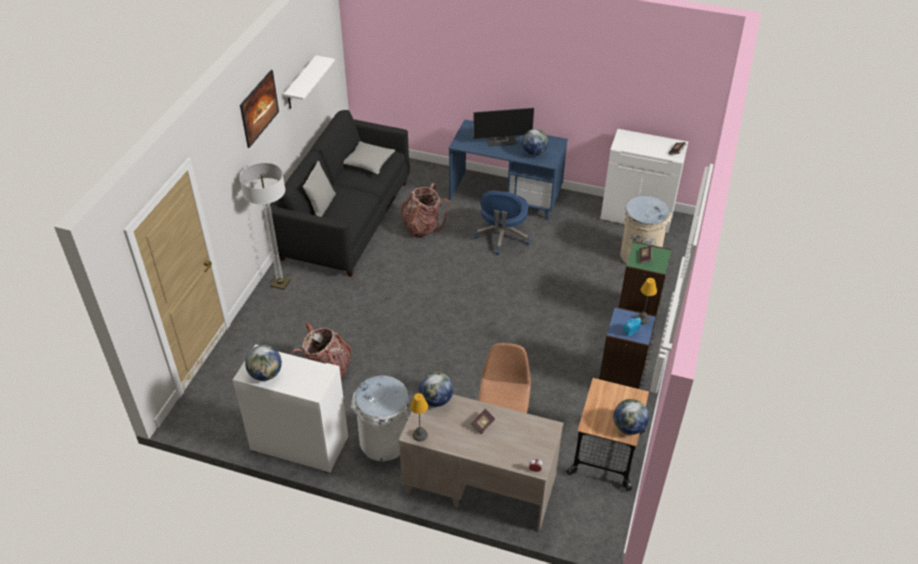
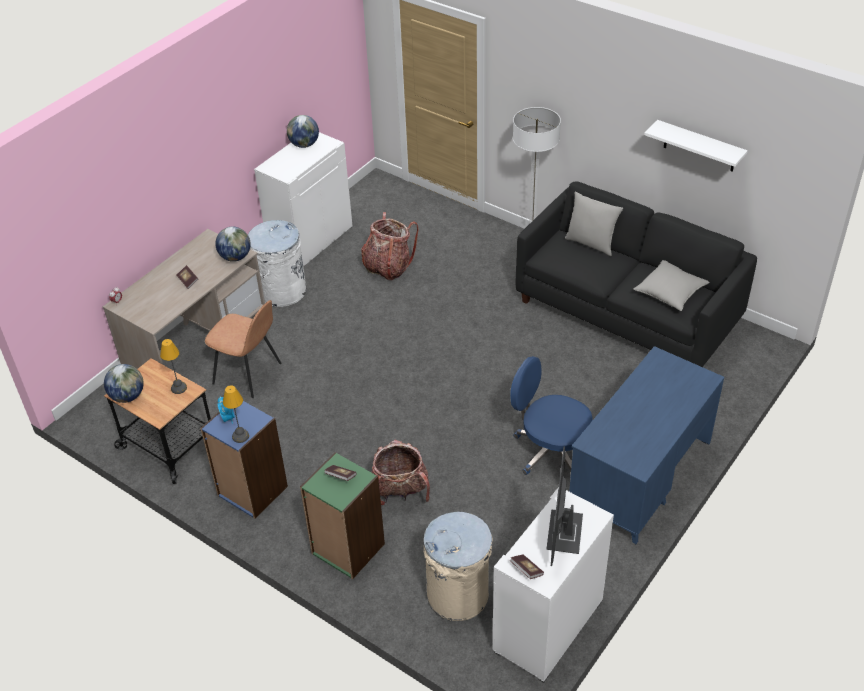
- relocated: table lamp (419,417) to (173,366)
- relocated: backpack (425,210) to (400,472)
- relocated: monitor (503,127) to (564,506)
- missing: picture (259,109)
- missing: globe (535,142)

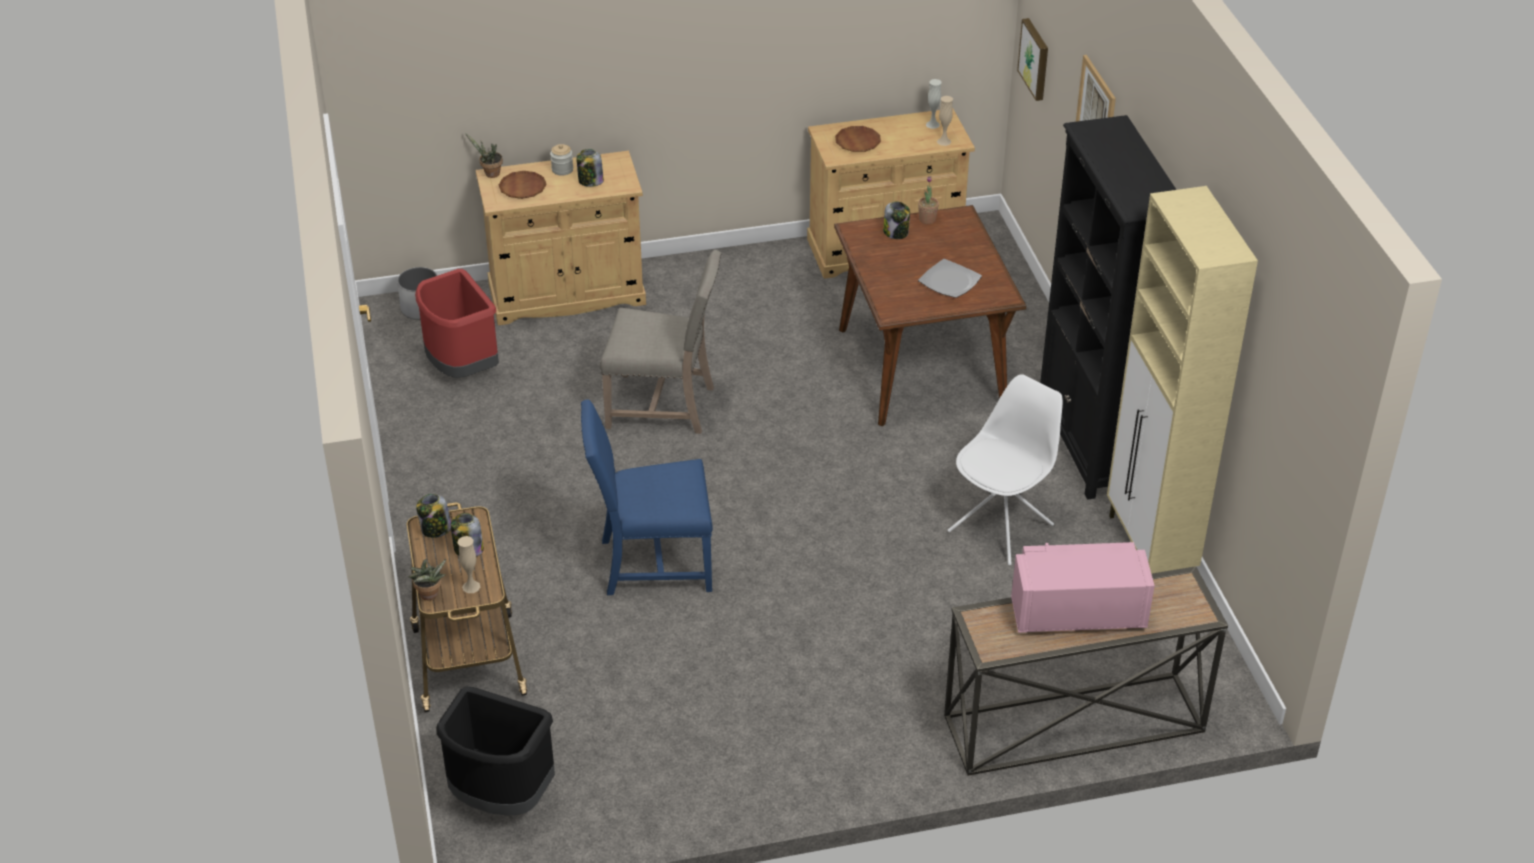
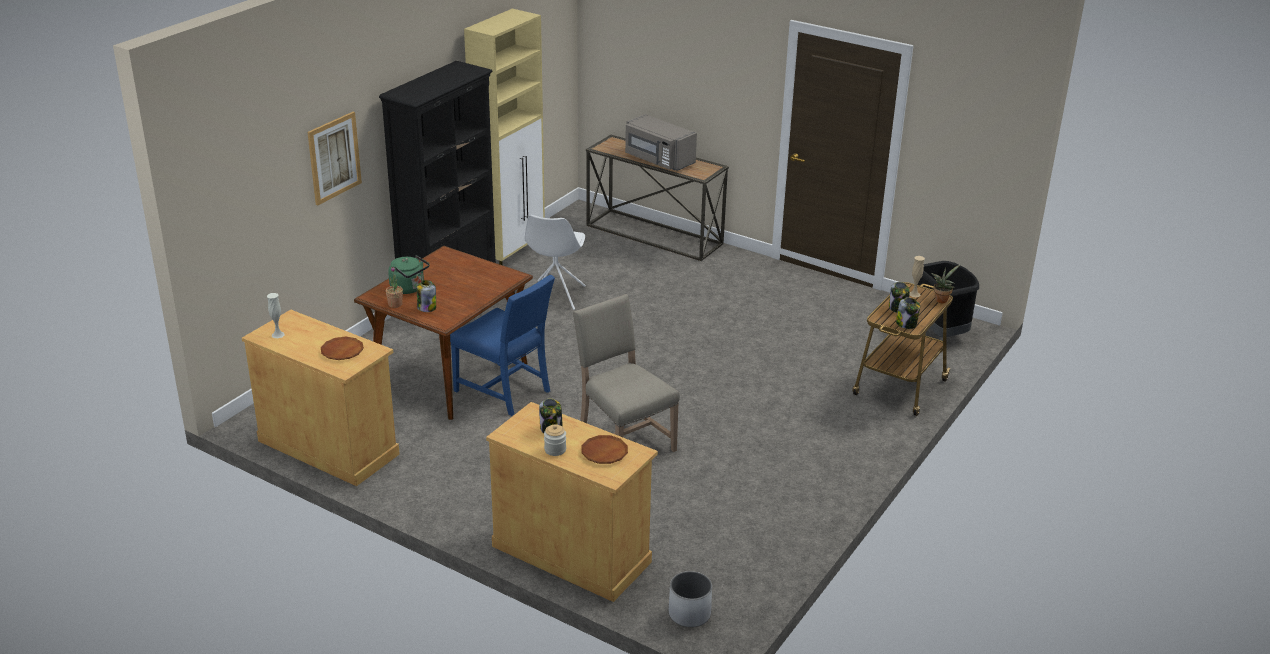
- appeared: green kettle (409,274)
- relocated: blue chair (647,497) to (502,345)
- spun: white chair (1005,469) = (555,262) 75 degrees counterclockwise
- colour: pink microwave (1083,587) to grey microwave (661,142)
- missing: red trash can (457,323)
- missing: potted plant (484,155)
- missing: plate (950,278)
- missing: beige vase (945,121)
- missing: picture (1032,59)

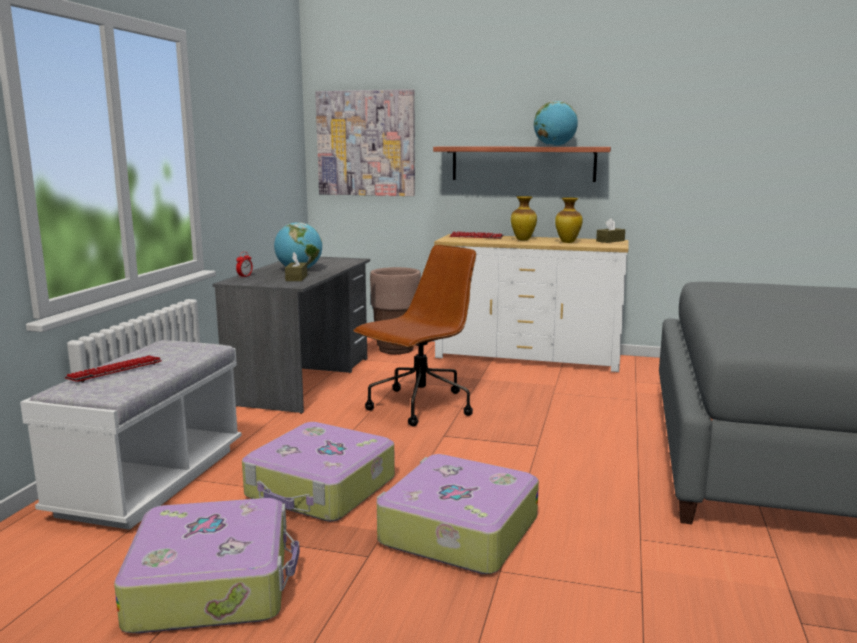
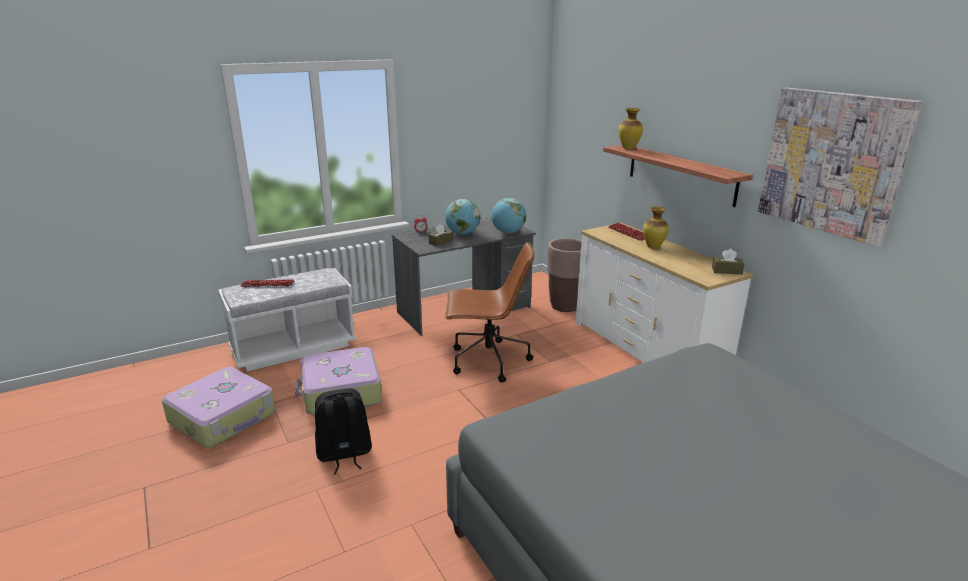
- exchanged: suitcase (458,514) to black backpack (343,431)
- relocated: globe (556,124) to (508,215)
- relocated: vase (569,220) to (631,129)
- relocated: picture (365,142) to (840,167)

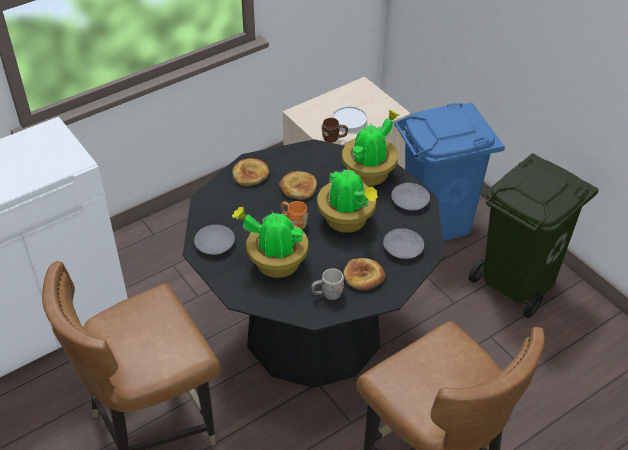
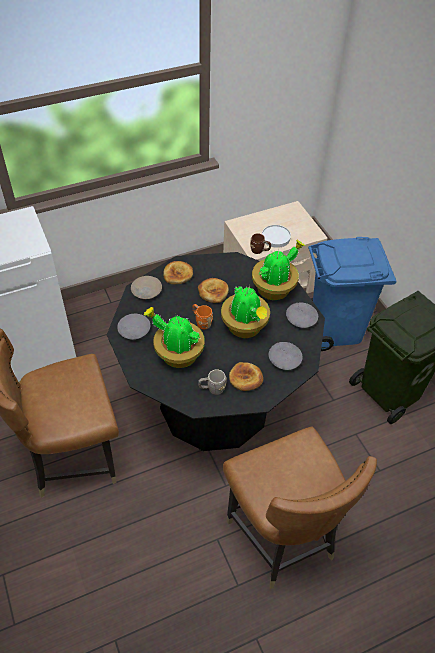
- appeared: beige plate (146,287)

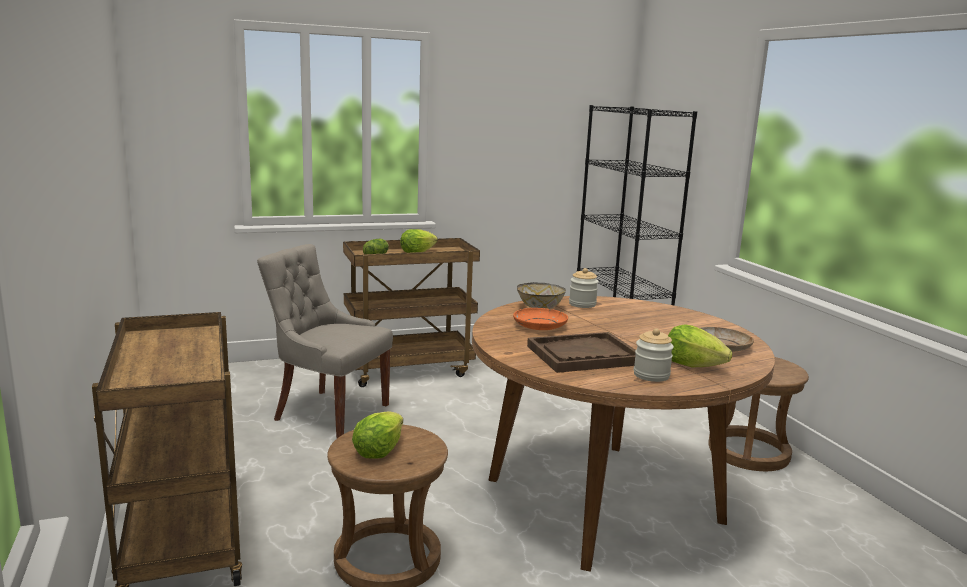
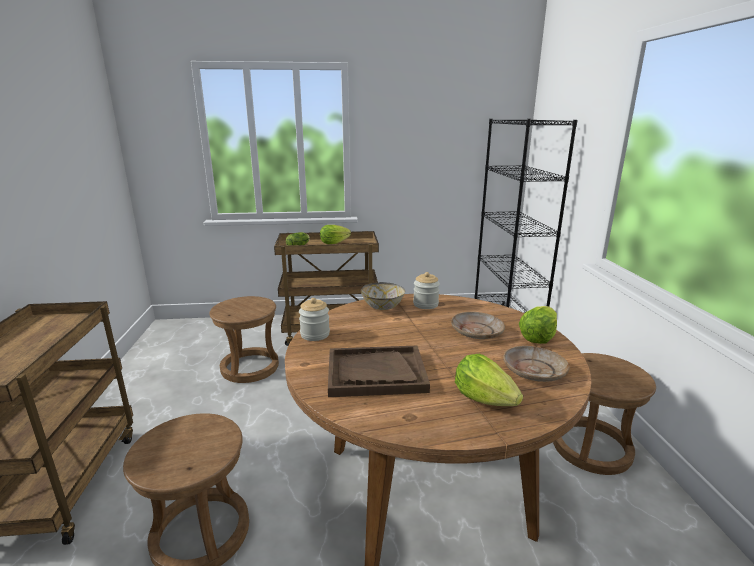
- exchanged: grey chair (325,341) to brown stool (244,339)
- relocated: jar (654,355) to (314,319)
- appeared: beige plate (478,325)
- relocated: lettuce (377,435) to (538,325)
- missing: orange plate (540,319)

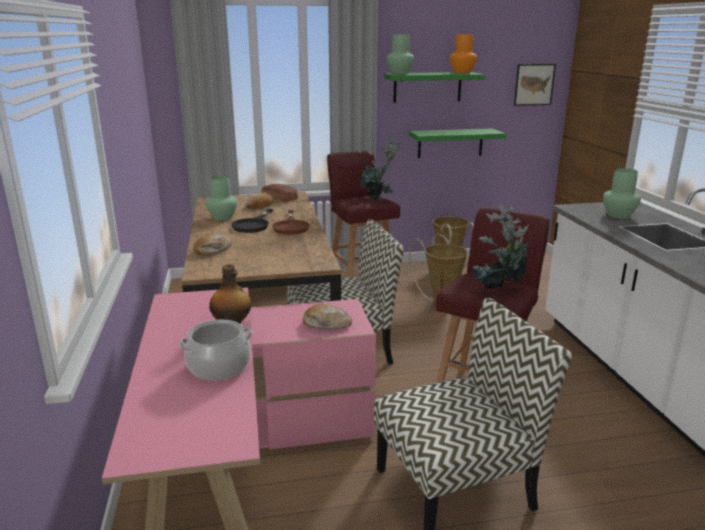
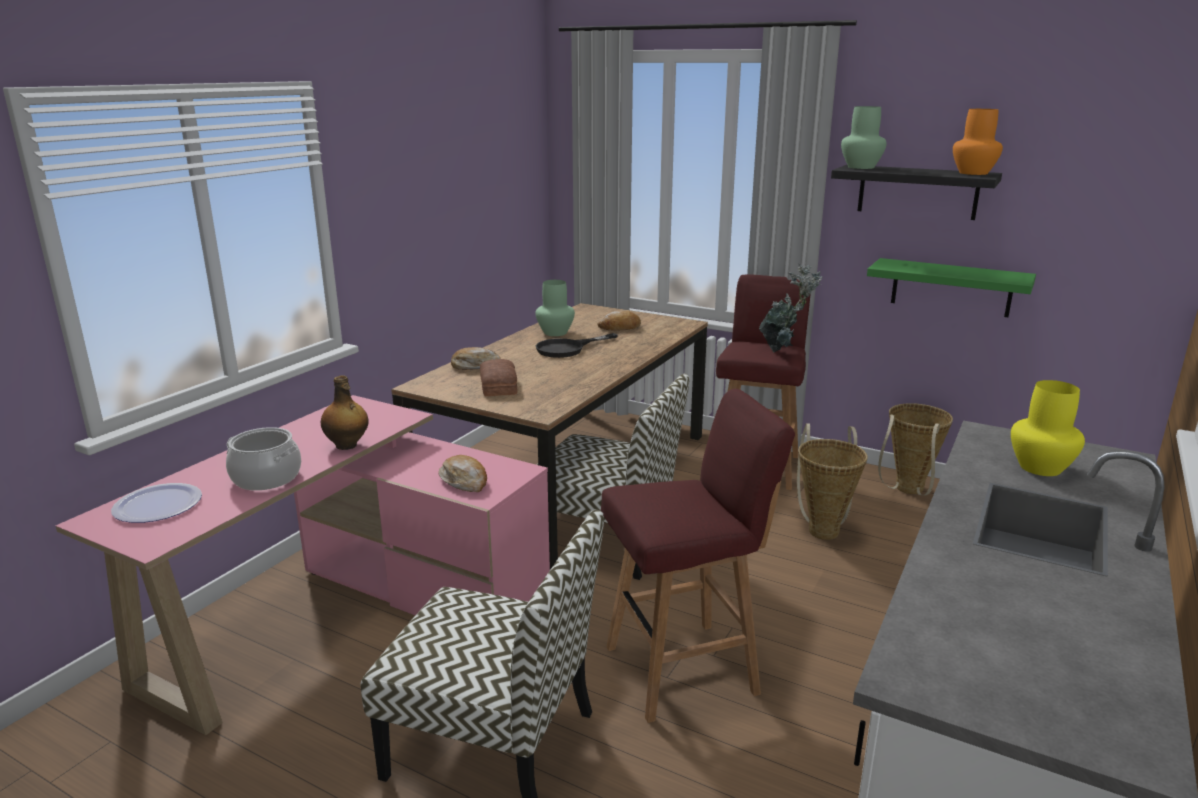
- appeared: plate (156,503)
- relocated: bread (279,193) to (498,377)
- colour: green shelf (434,87) to black shelf (916,192)
- colour: green vase (622,193) to yellow vase (1048,428)
- missing: brown frying pan (291,222)
- missing: potted plant (500,245)
- missing: picture (535,85)

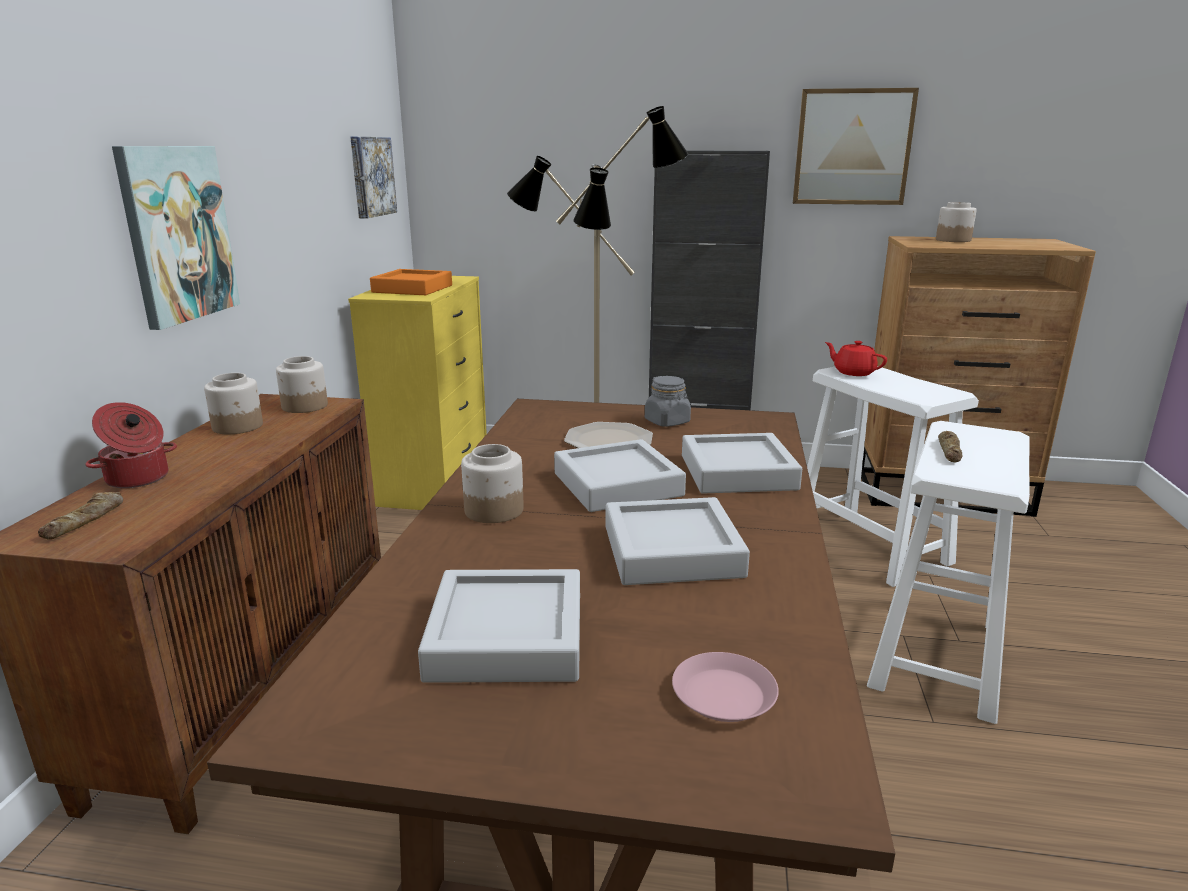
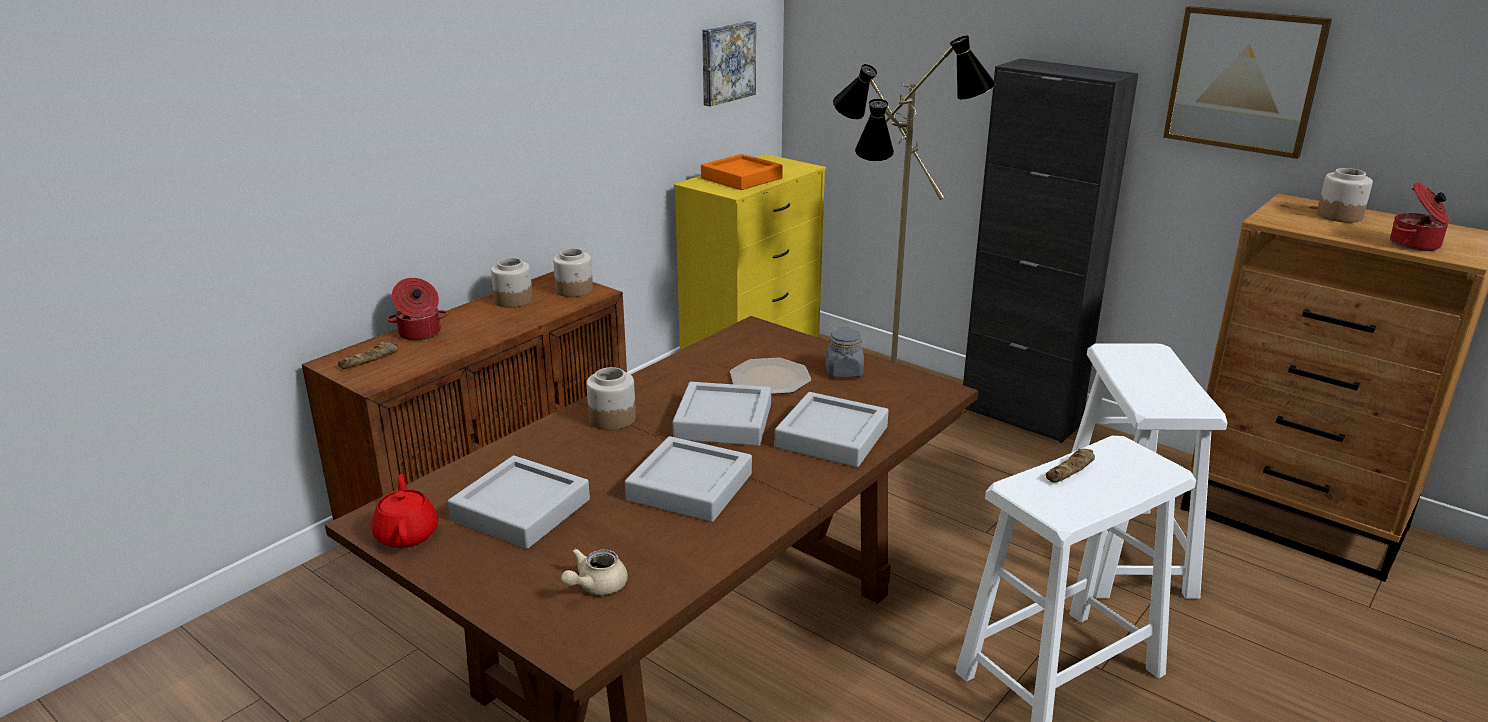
- relocated: red teapot (856,358) to (404,511)
- exchanged: pink plate (725,687) to beige teapot (594,571)
- appeared: cooking pot (1419,216)
- missing: picture (176,238)

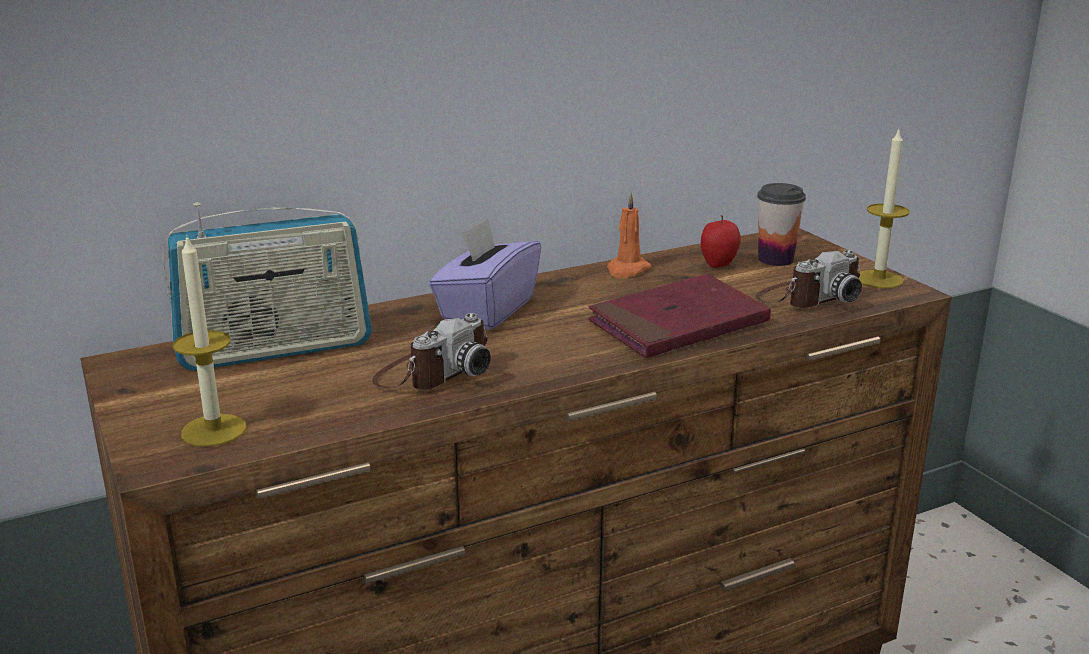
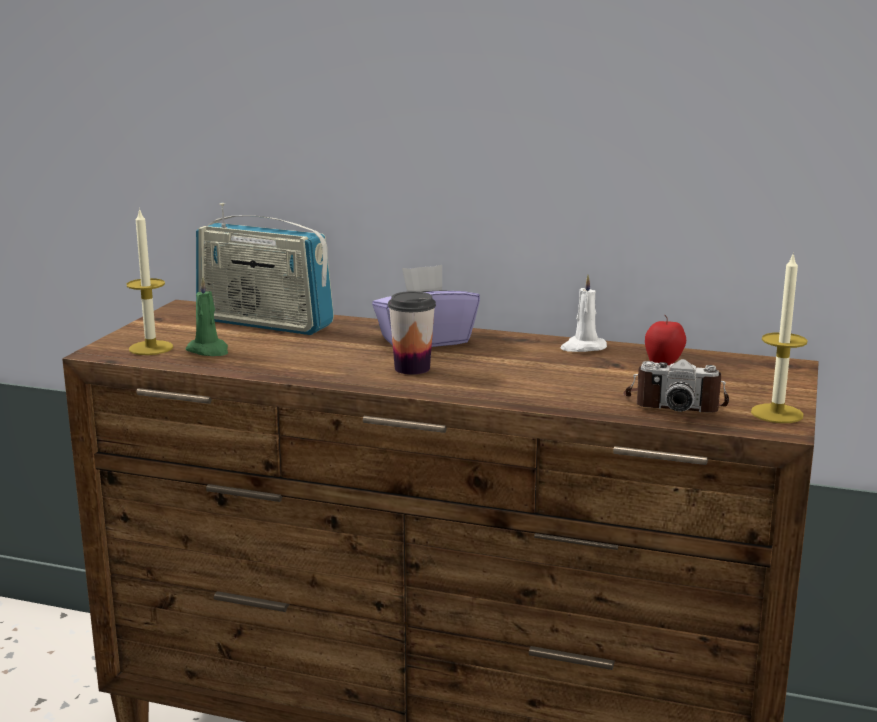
- appeared: green candle (206,316)
- relocated: cup (781,224) to (412,333)
- colour: orange candle (629,235) to white candle (583,313)
- missing: photo camera (431,351)
- missing: red book (679,316)

